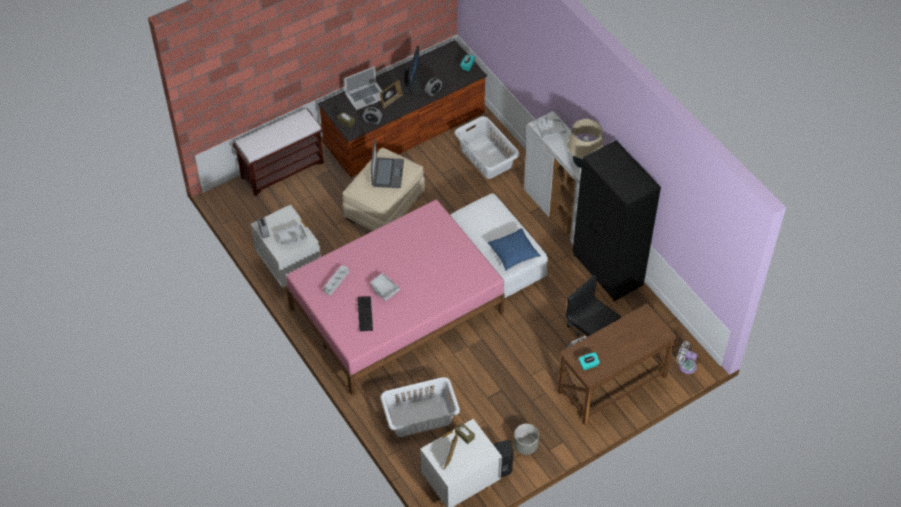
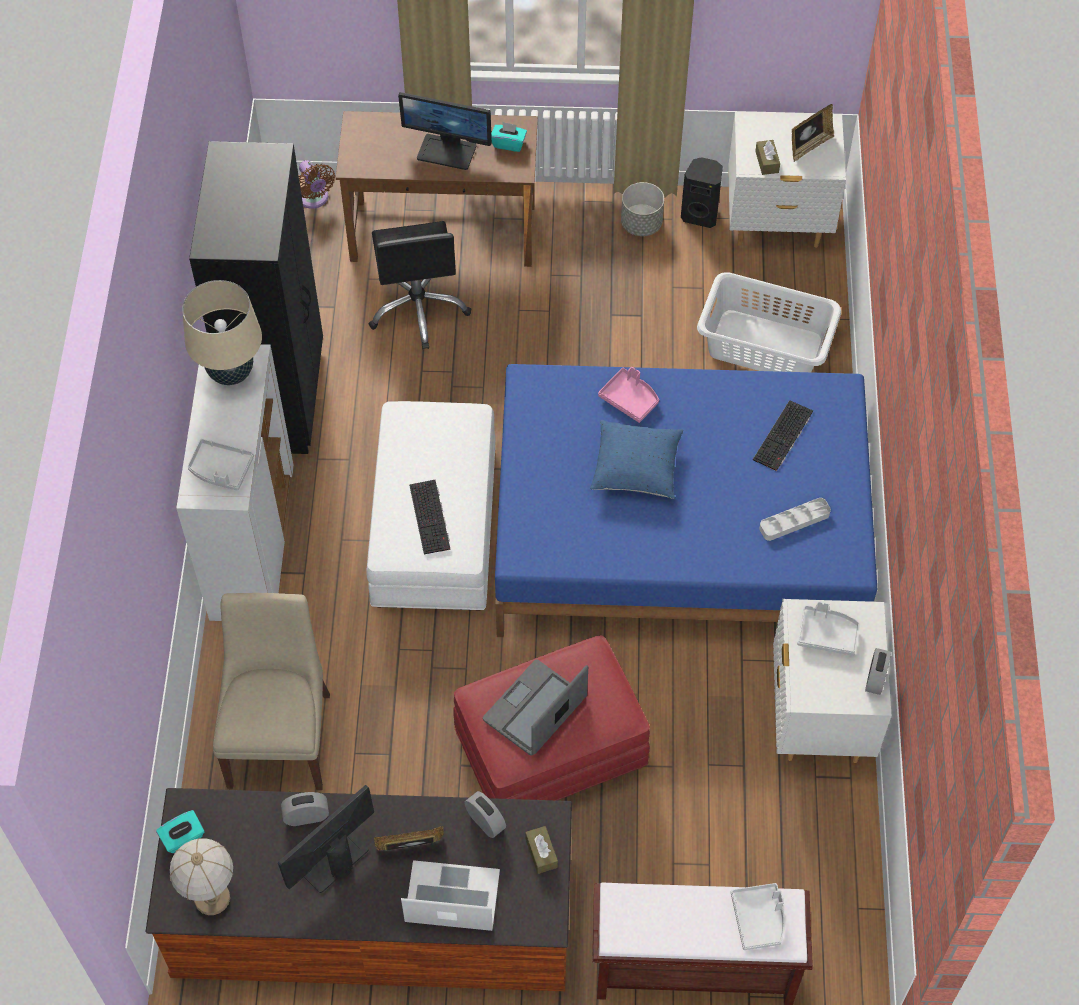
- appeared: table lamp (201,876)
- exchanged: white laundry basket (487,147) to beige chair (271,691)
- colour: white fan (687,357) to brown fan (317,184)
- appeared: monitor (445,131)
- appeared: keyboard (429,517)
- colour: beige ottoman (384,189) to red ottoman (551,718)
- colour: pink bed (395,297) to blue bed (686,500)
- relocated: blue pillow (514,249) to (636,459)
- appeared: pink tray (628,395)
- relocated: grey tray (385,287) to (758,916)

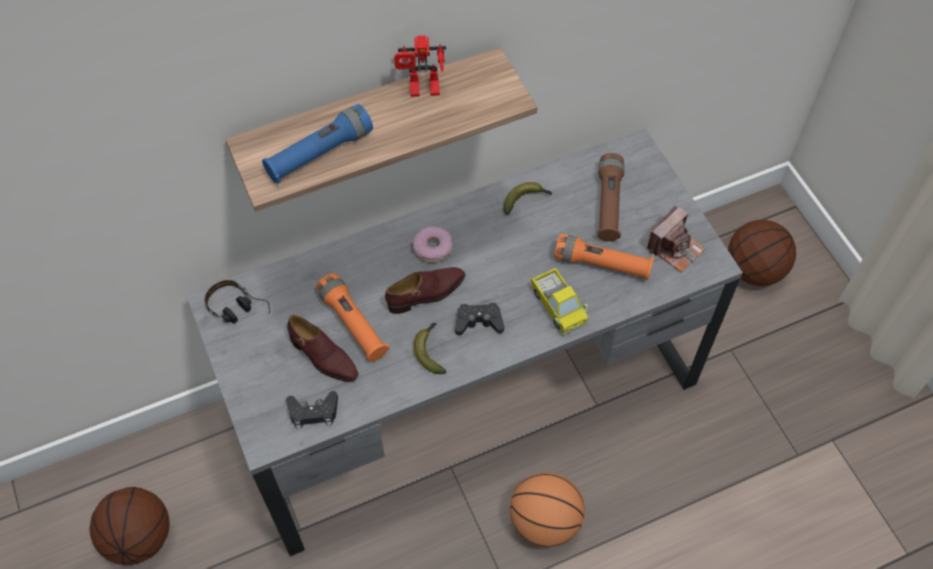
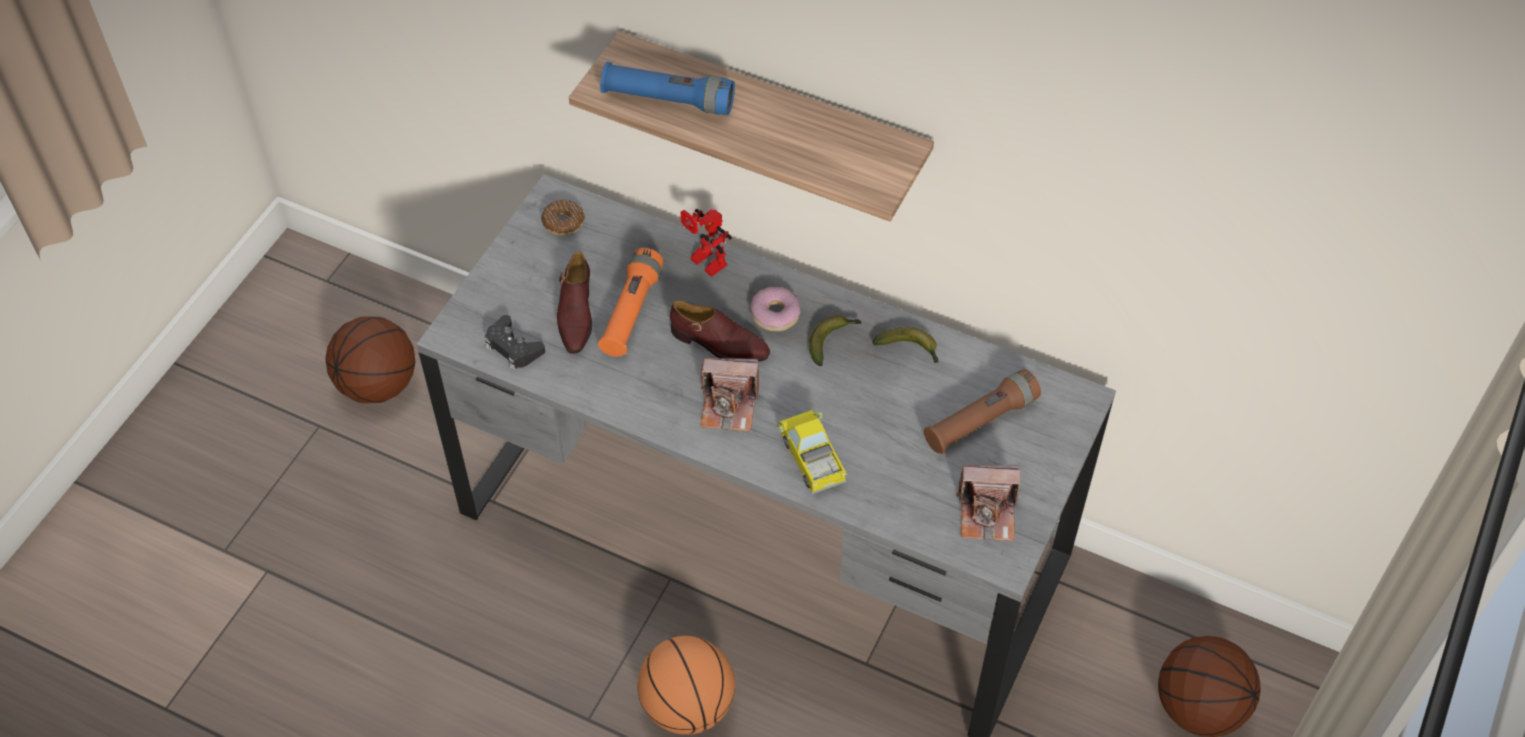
- exchanged: headphones (237,301) to donut (563,218)
- relocated: toy robot (420,66) to (706,243)
- exchanged: black game controller (479,319) to photo camera (729,395)
- spun: toy truck (559,301) = (812,452) 135 degrees clockwise
- relocated: banana (430,348) to (835,340)
- missing: orange flashlight (604,257)

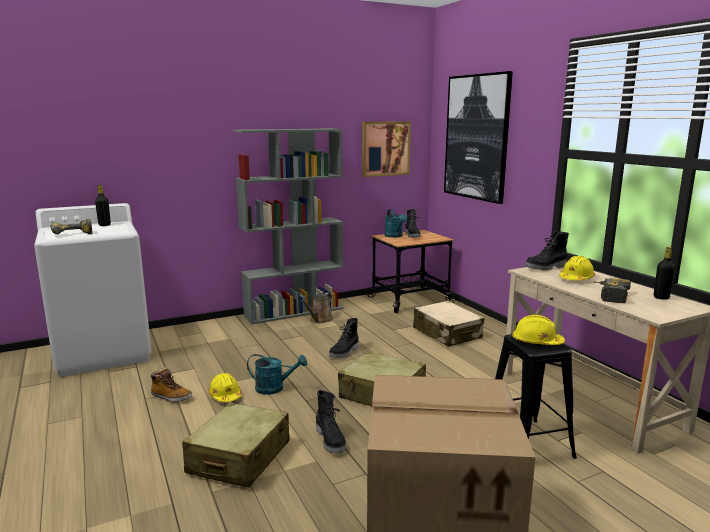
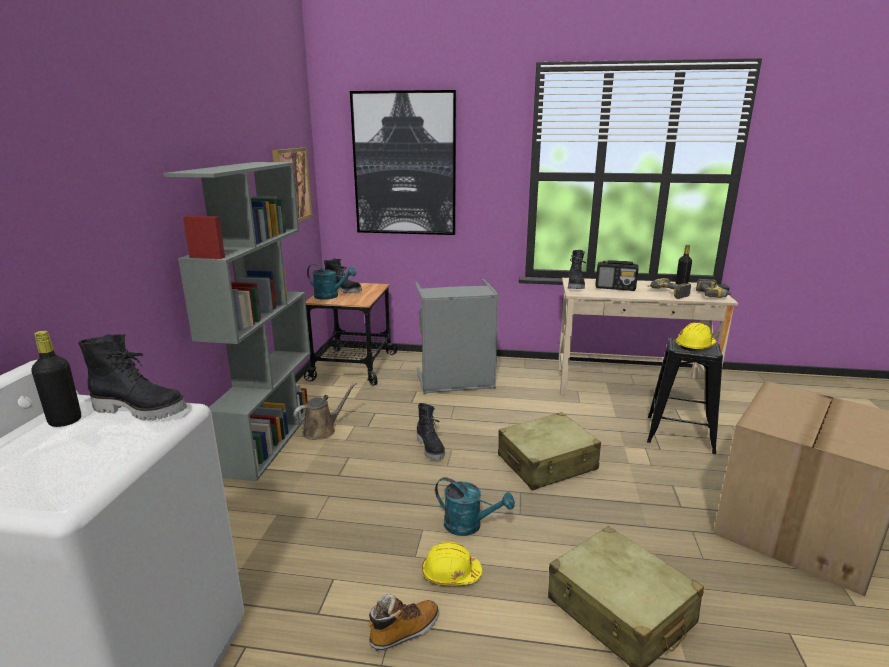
- relocated: black boot (331,422) to (132,377)
- spun: brown watering can (317,308) = (325,411) 105 degrees counterclockwise
- exchanged: beige suitcase (448,324) to grey laundry basket (457,336)
- spun: turquoise watering can (277,374) = (475,506) 75 degrees clockwise
- exchanged: yellow hard hat (577,268) to radio (617,275)
- relocated: power drill (71,226) to (716,288)

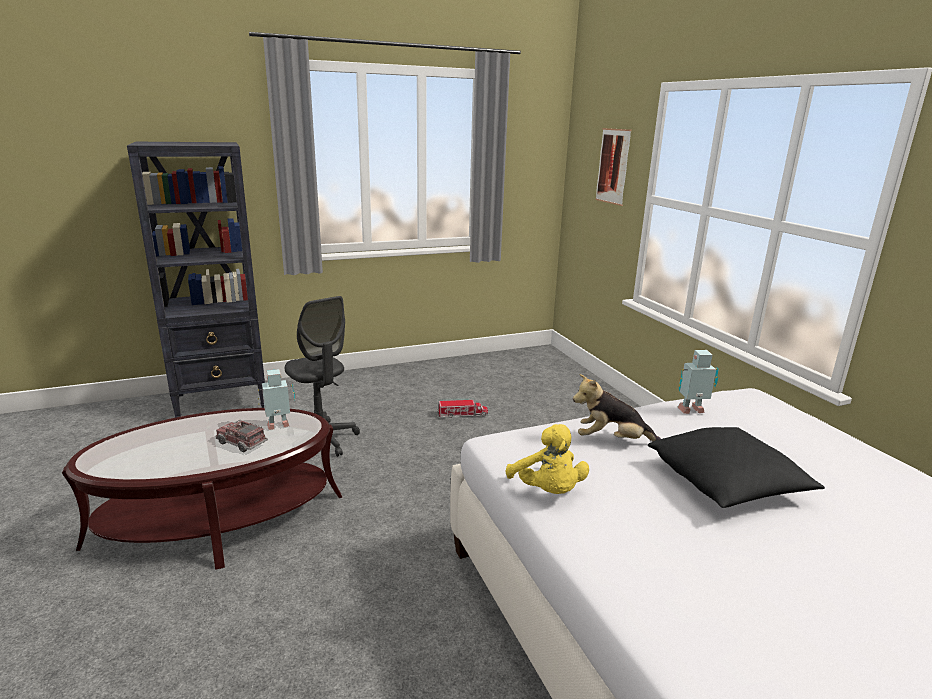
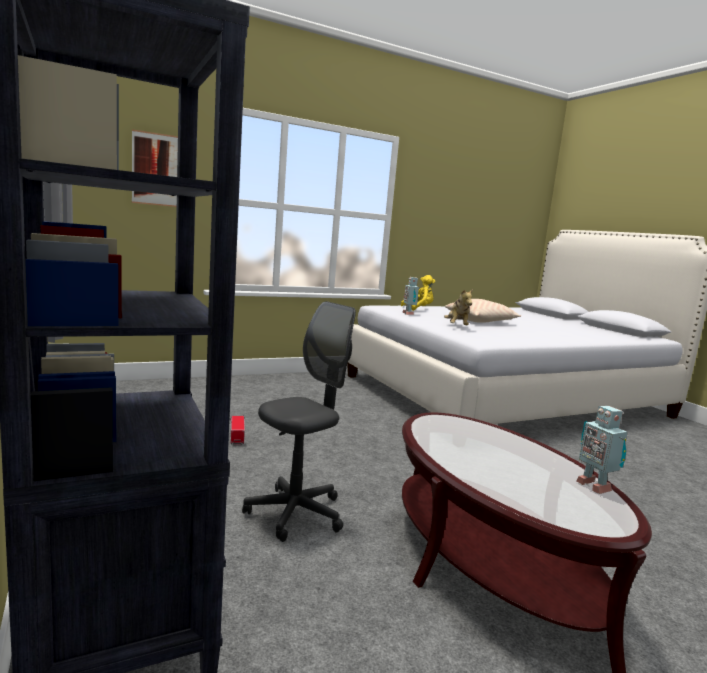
- relocated: yellow plush toy (547,459) to (418,293)
- colour: black pillow (736,467) to beige pillow (483,311)
- relocated: toy robot (276,399) to (602,450)
- missing: toy truck (242,435)

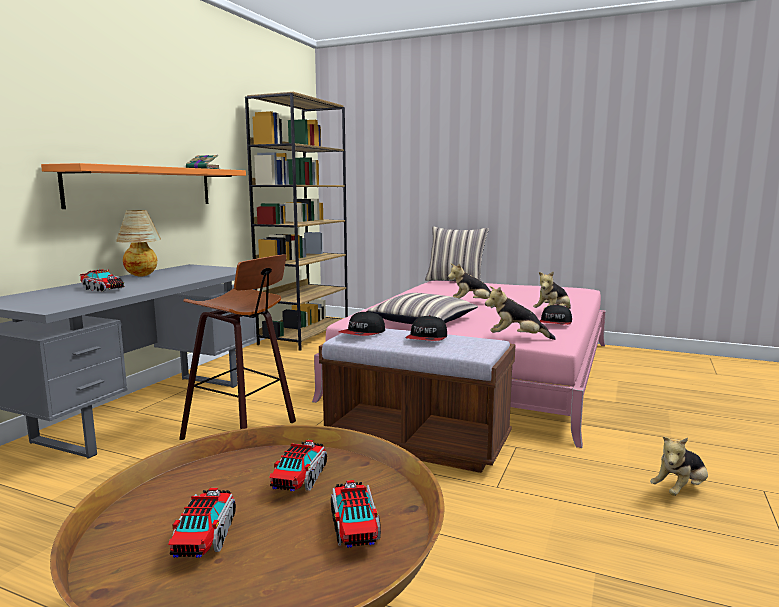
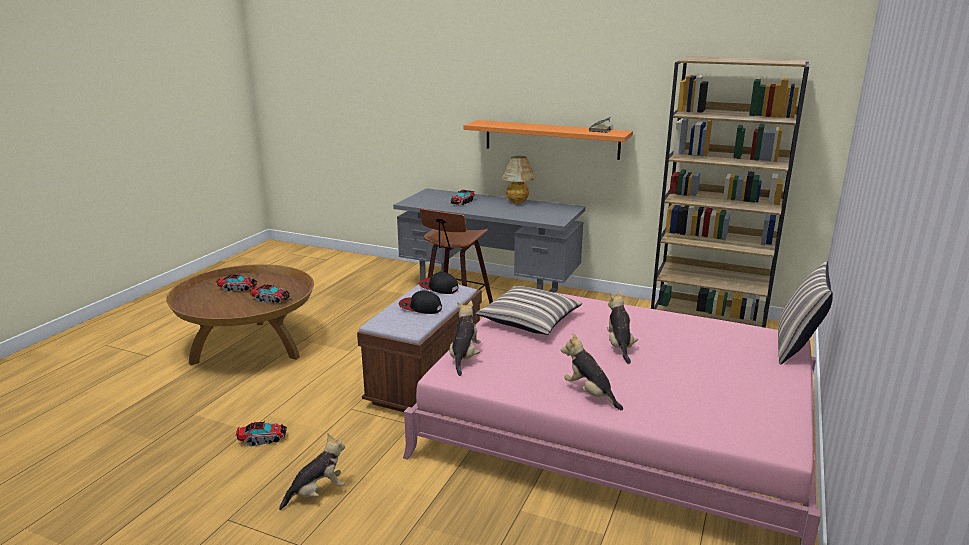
- relocated: toy truck (356,514) to (261,433)
- spun: plush toy (679,466) = (312,472) 90 degrees clockwise
- missing: cap (556,315)

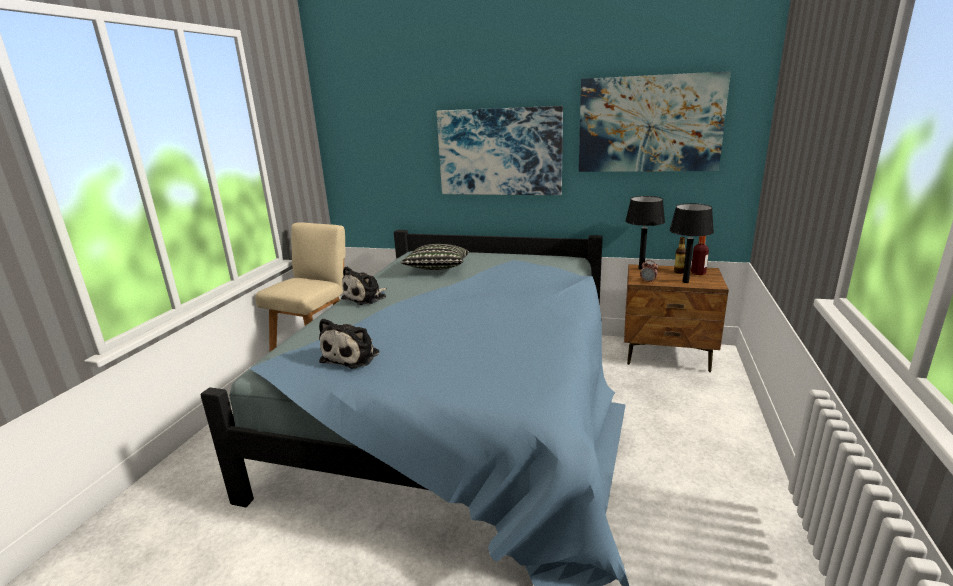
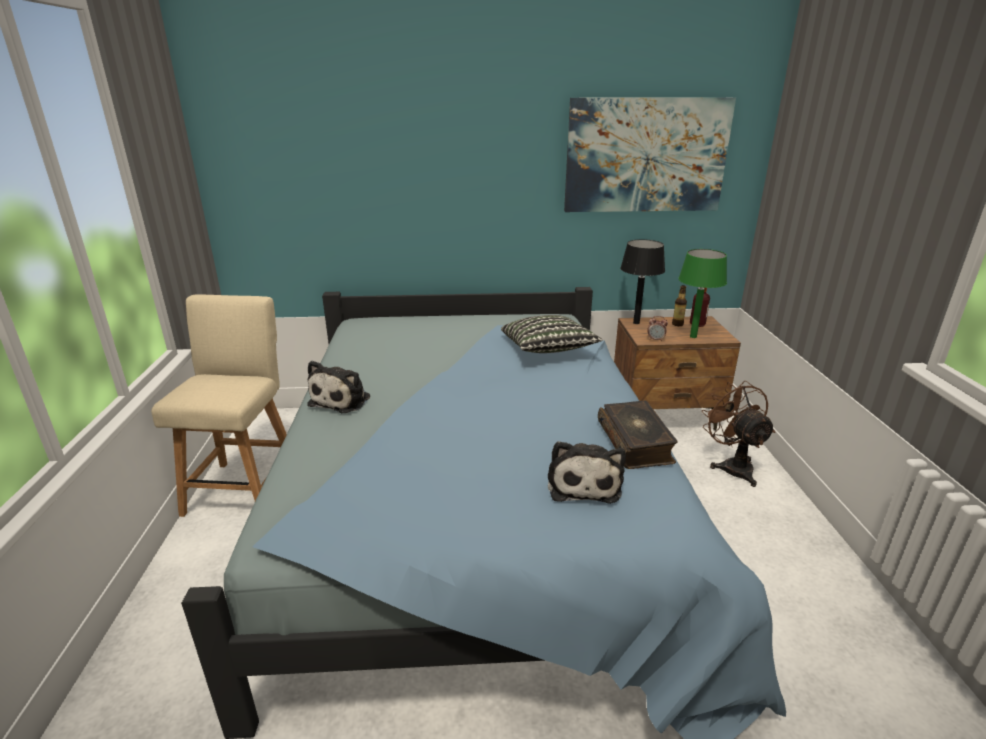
- relocated: pillow (435,257) to (552,334)
- relocated: plush toy (349,343) to (587,472)
- appeared: book (638,435)
- colour: black table lamp (691,243) to green table lamp (702,293)
- appeared: brown fan (738,434)
- missing: picture (500,150)

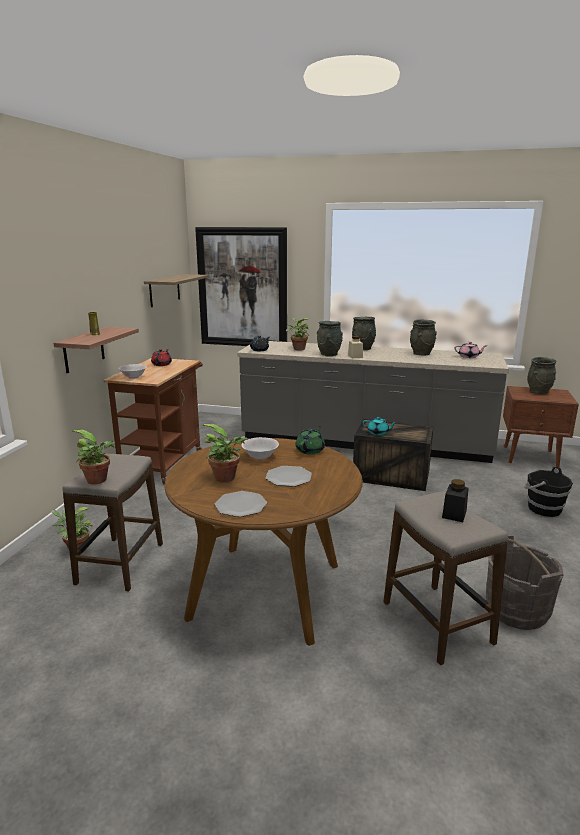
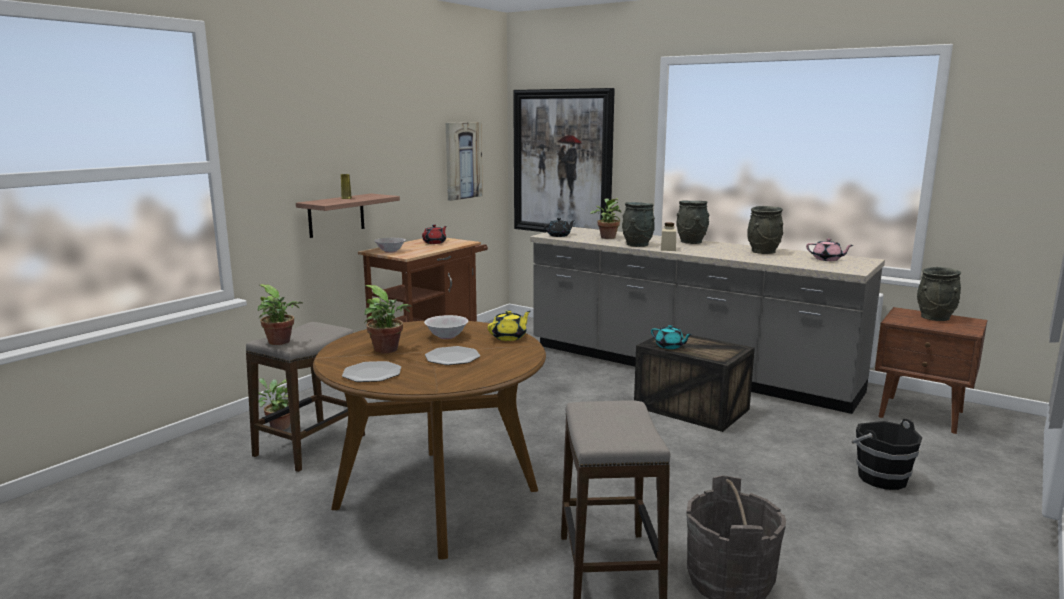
- exchanged: shelf (176,290) to picture (464,161)
- colour: green teapot (310,440) to yellow teapot (509,325)
- missing: black jar (455,500)

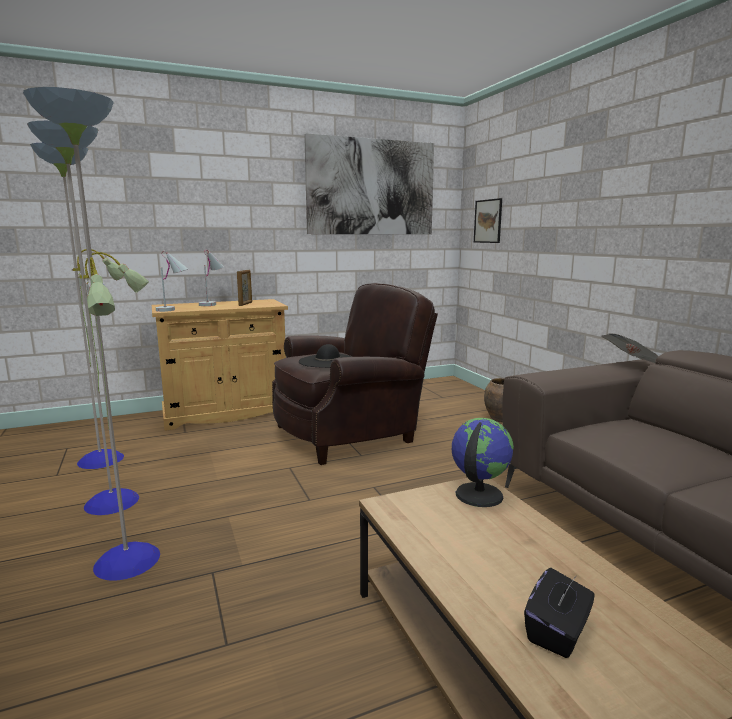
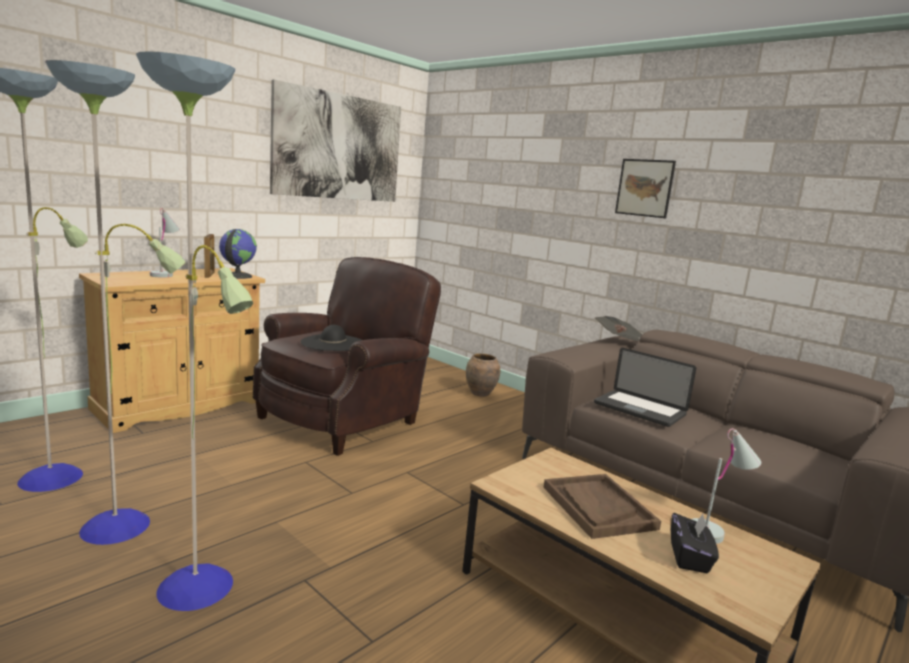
- relocated: globe (483,462) to (238,254)
- appeared: brown tray (602,506)
- appeared: laptop (645,387)
- relocated: picture (488,220) to (645,188)
- relocated: white table lamp (172,281) to (726,486)

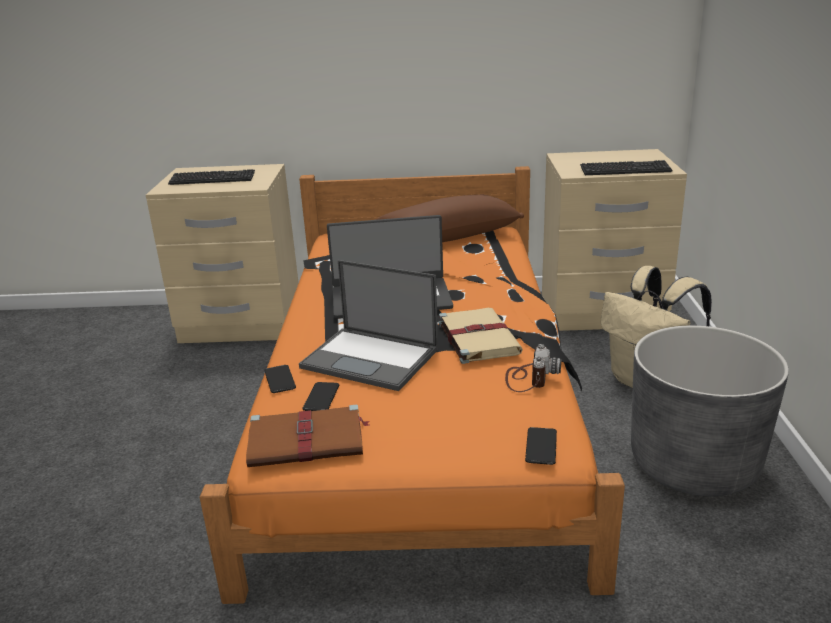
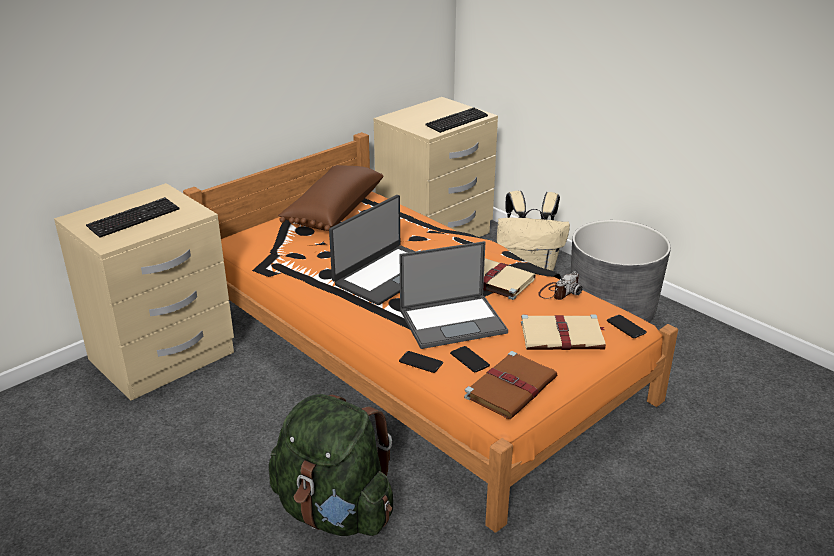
- appeared: green backpack (331,465)
- appeared: beige book (563,332)
- spun: photo camera (533,368) = (560,285) 75 degrees clockwise

